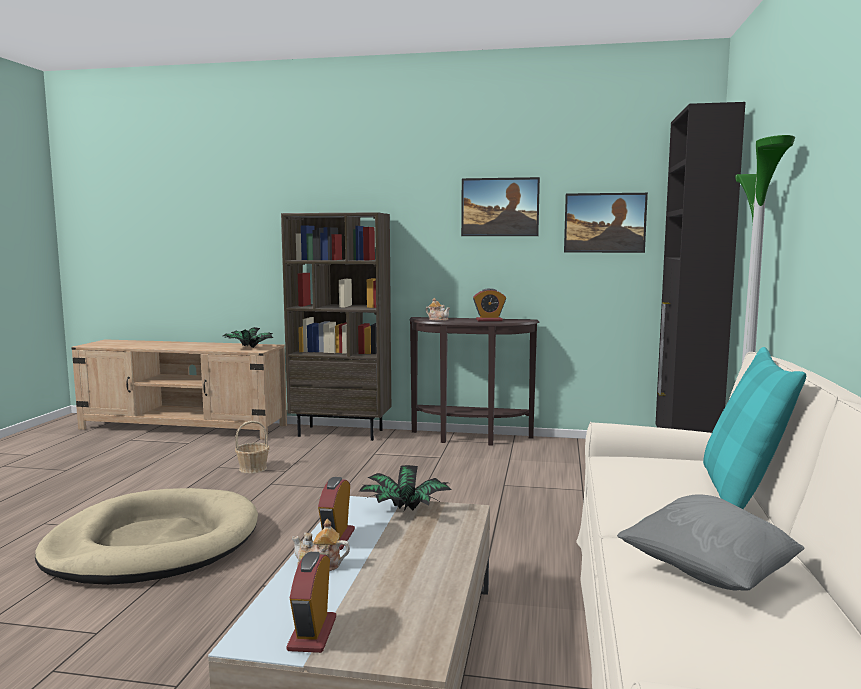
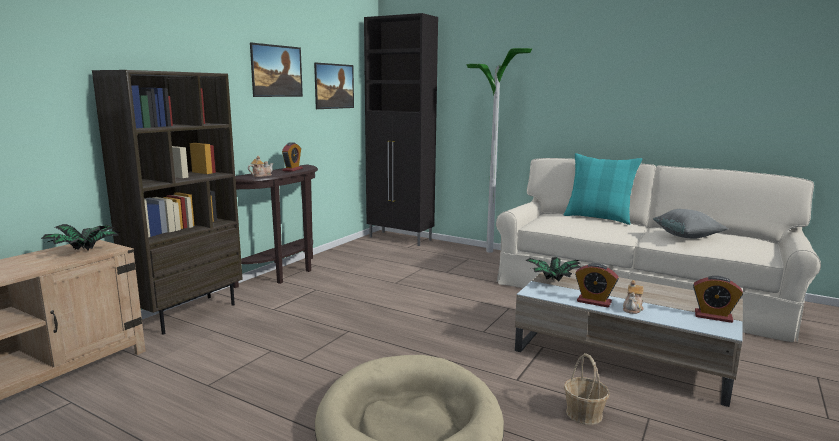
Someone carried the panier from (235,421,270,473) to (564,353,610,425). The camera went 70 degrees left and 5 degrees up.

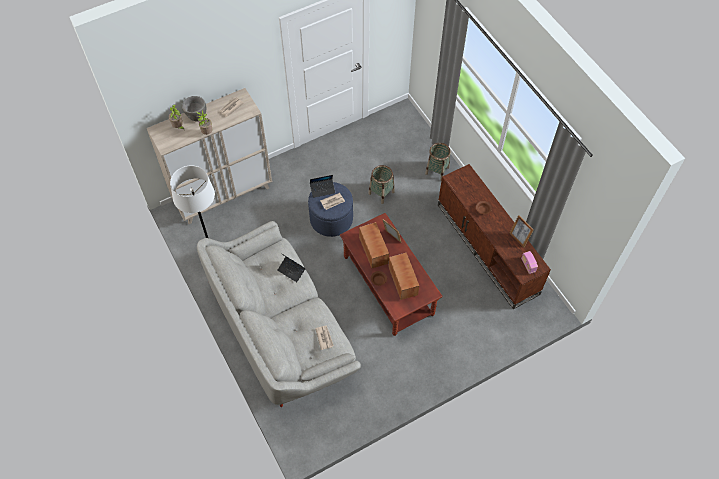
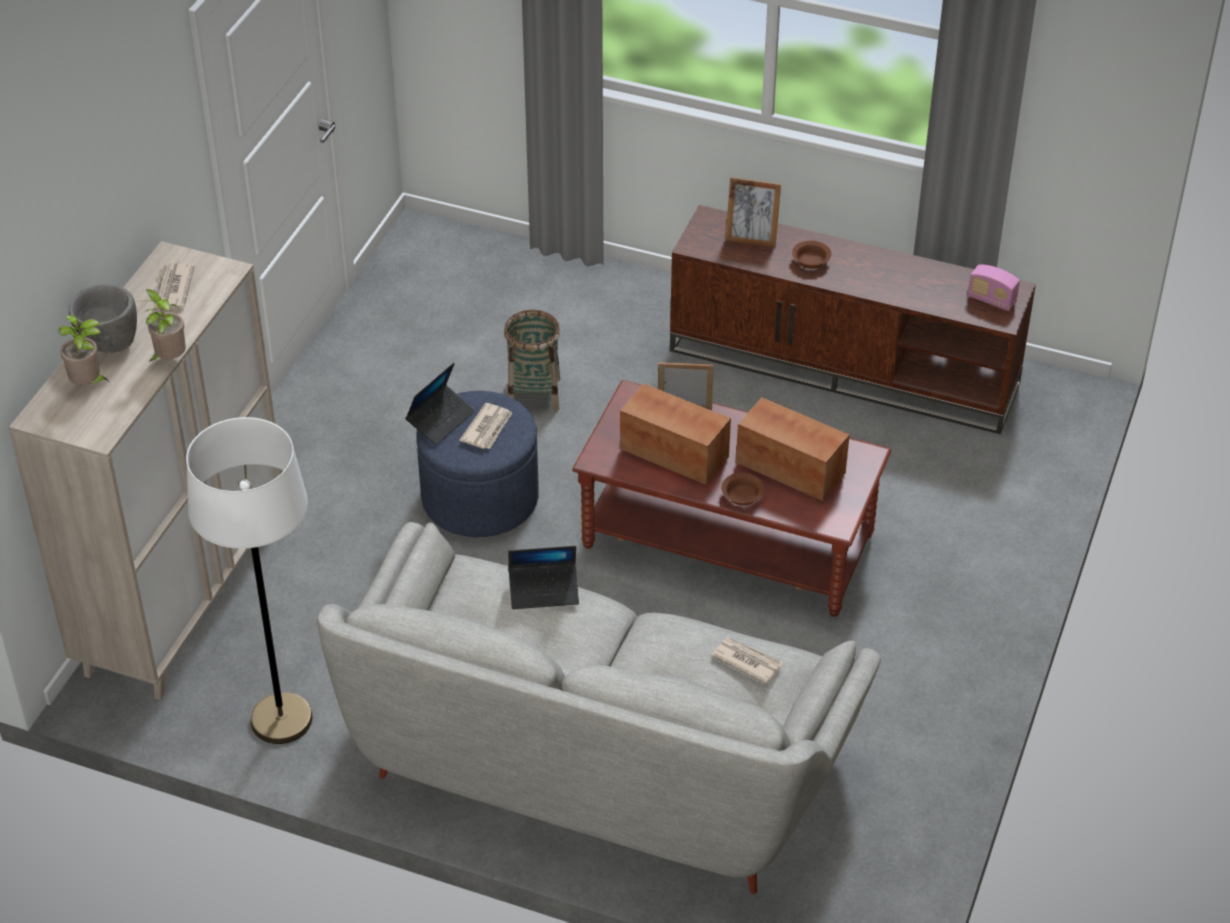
Someone took away the panier at (425,143,451,180). Someone carried the cadre photo from (510,215,534,247) to (725,177,781,247). The camera went 40 degrees left and 15 degrees down.

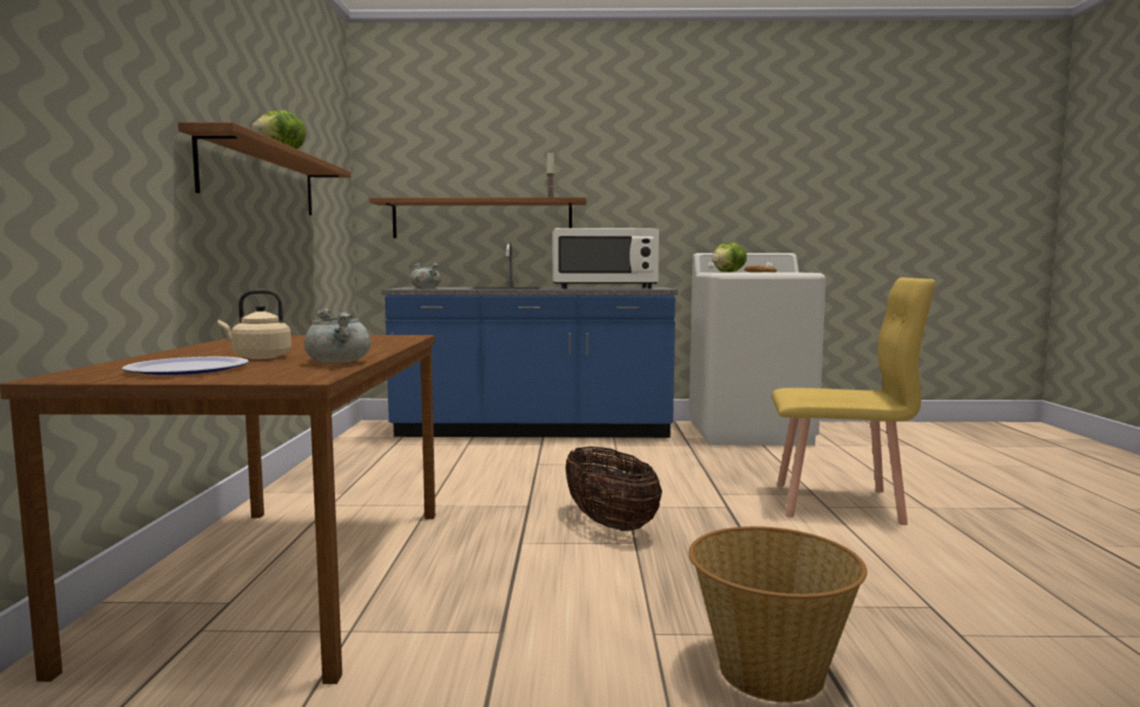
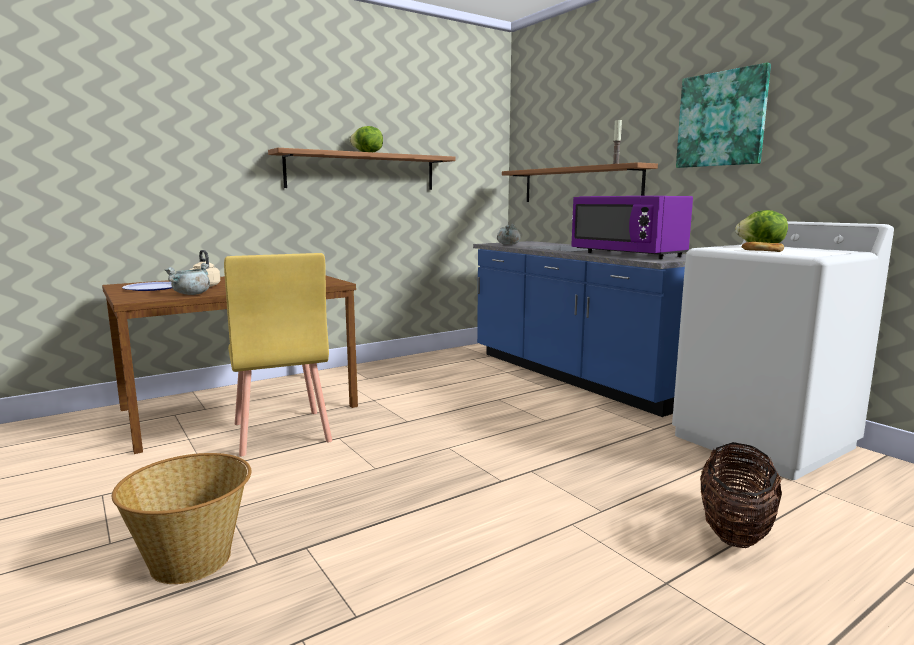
Someone put up the tableau at (676,63,771,168). Someone carried the panier from (566,447,662,531) to (700,442,782,548). Someone carried the chaise/jaune from (771,278,935,525) to (224,253,332,456). Someone repainted the micro-ondes/blanc at (553,228,659,289), which became the micro-ondes/violet at (571,196,693,259). The camera went 55 degrees right and 5 degrees up.

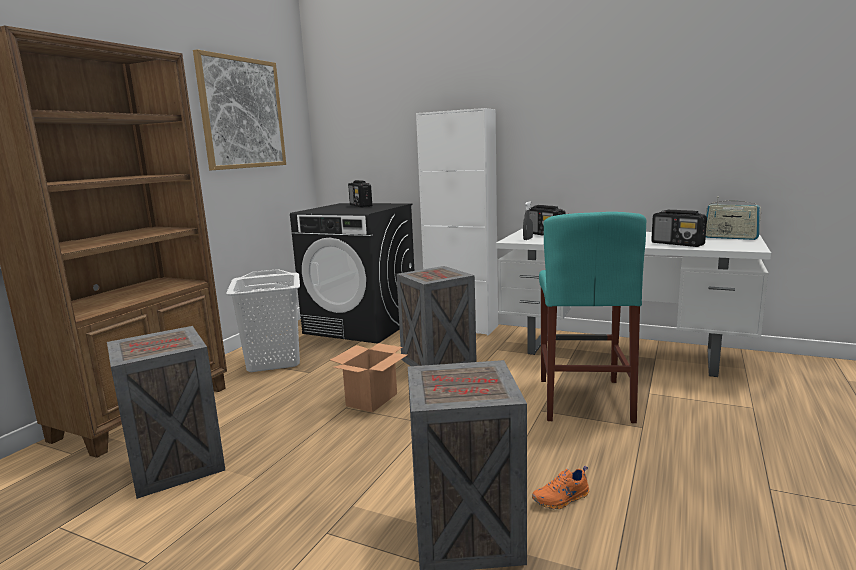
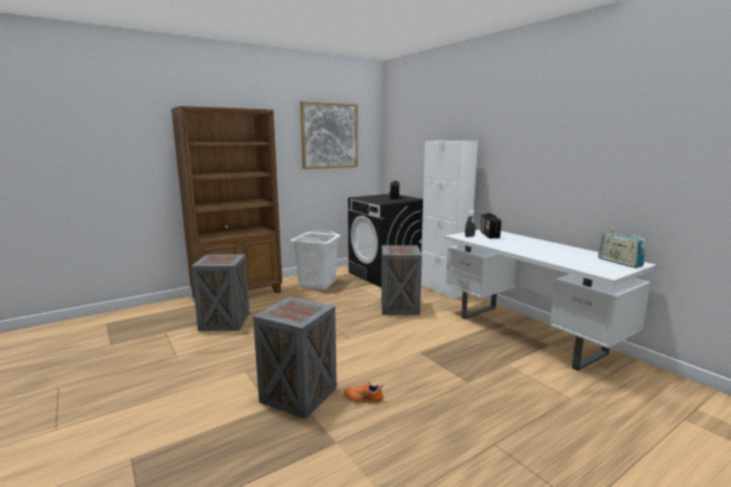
Someone took away the carton at (330,343,407,412). Someone took away the tabouret/turquoise at (539,212,646,423). Someone took away the radio at (651,210,707,247). The camera went 30 degrees right and 0 degrees up.

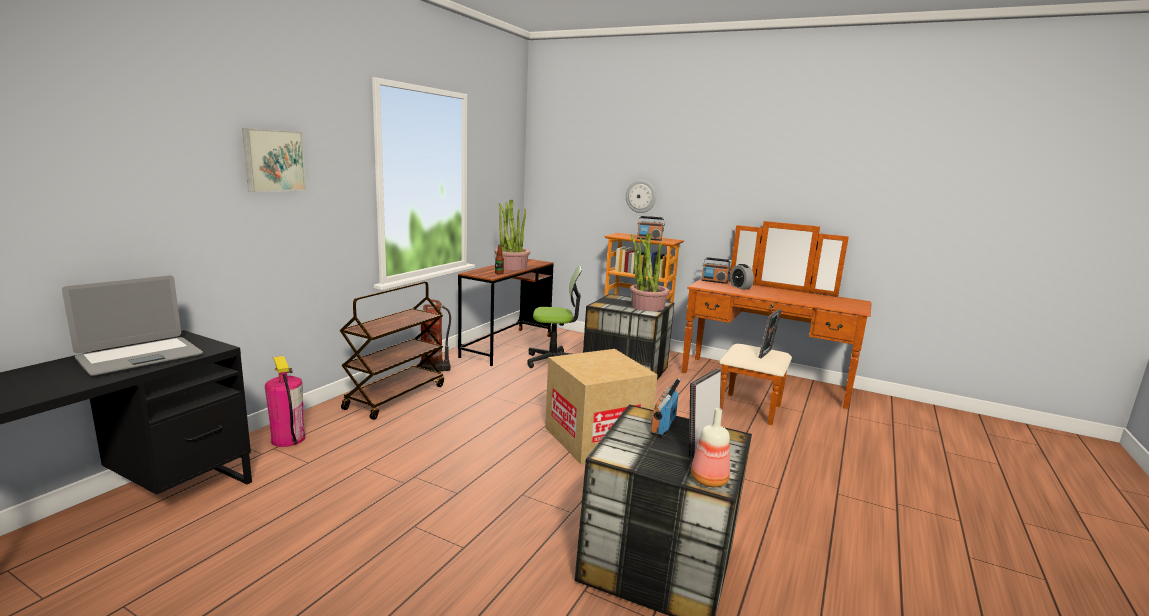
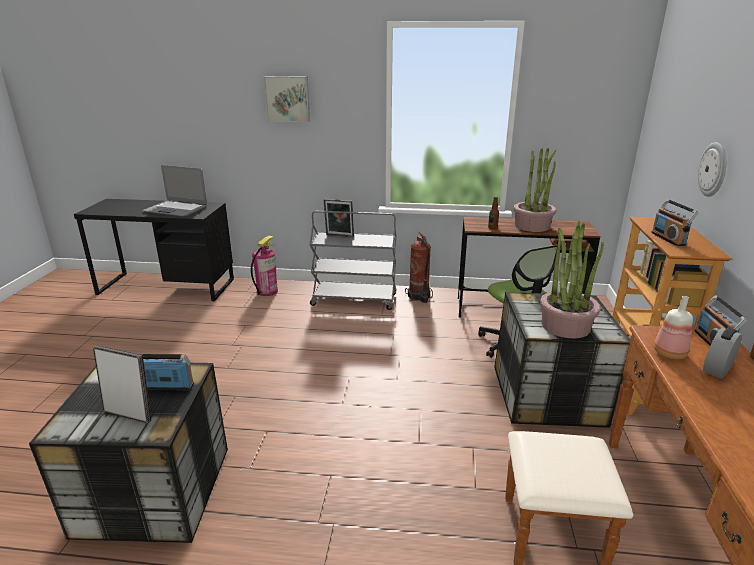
Someone took away the carton at (545,349,658,464). Someone carried the bouteille from (691,408,730,487) to (654,296,693,359). Someone carried the cadre photo from (758,309,782,358) to (324,199,354,237). Someone repainted the chariot/marron at (340,281,444,420), which became the chariot/gris at (309,211,397,310). The camera went 70 degrees right and 10 degrees up.

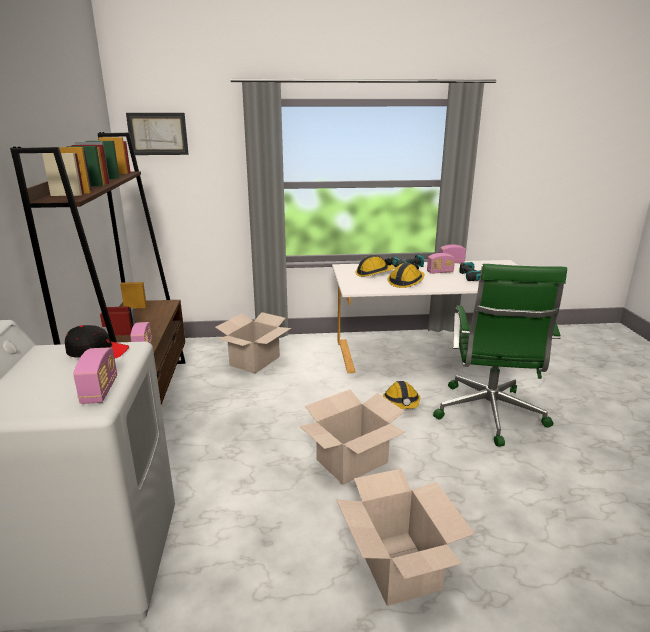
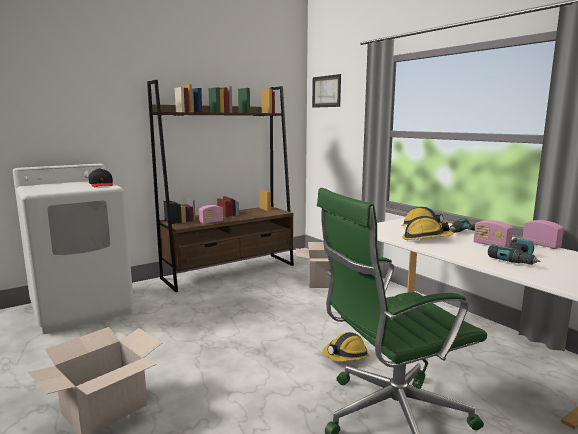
Someone took away the radio at (73,347,117,404). Someone took away the carton at (299,389,405,485). The camera went 60 degrees right and 10 degrees down.

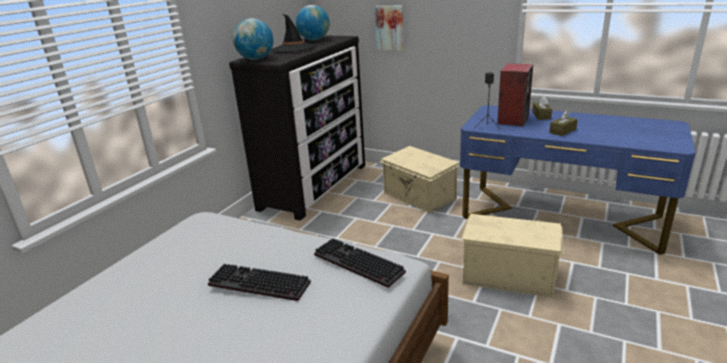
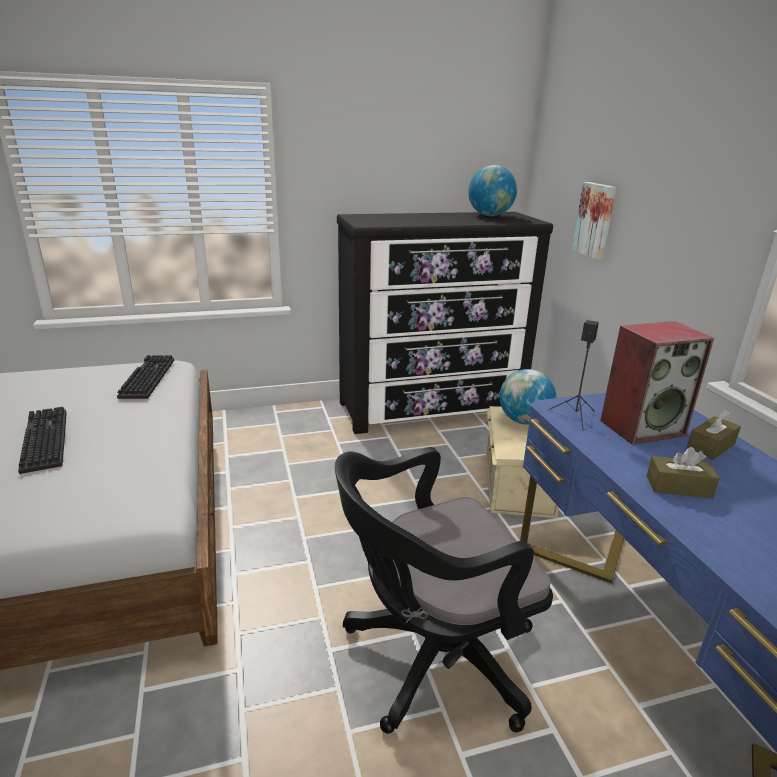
Someone took away the chapeau/noir at (271,14,317,52). Someone carried the globe from (233,18,273,60) to (500,369,556,425). Someone carried the clavier from (314,238,406,288) to (117,355,174,399). Someone swapped the boîte de rangement/beige at (461,214,564,298) for the chaise de bureau/noir at (335,447,553,734). The camera went 45 degrees right and 0 degrees up.

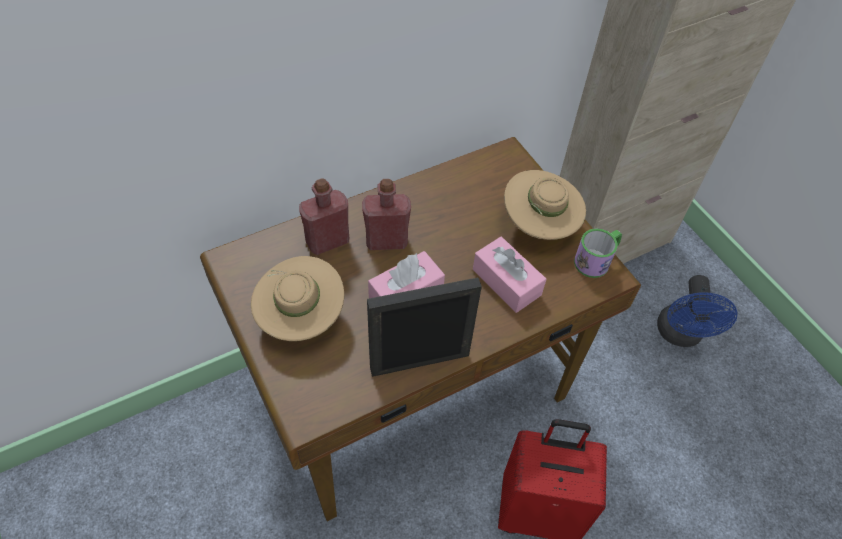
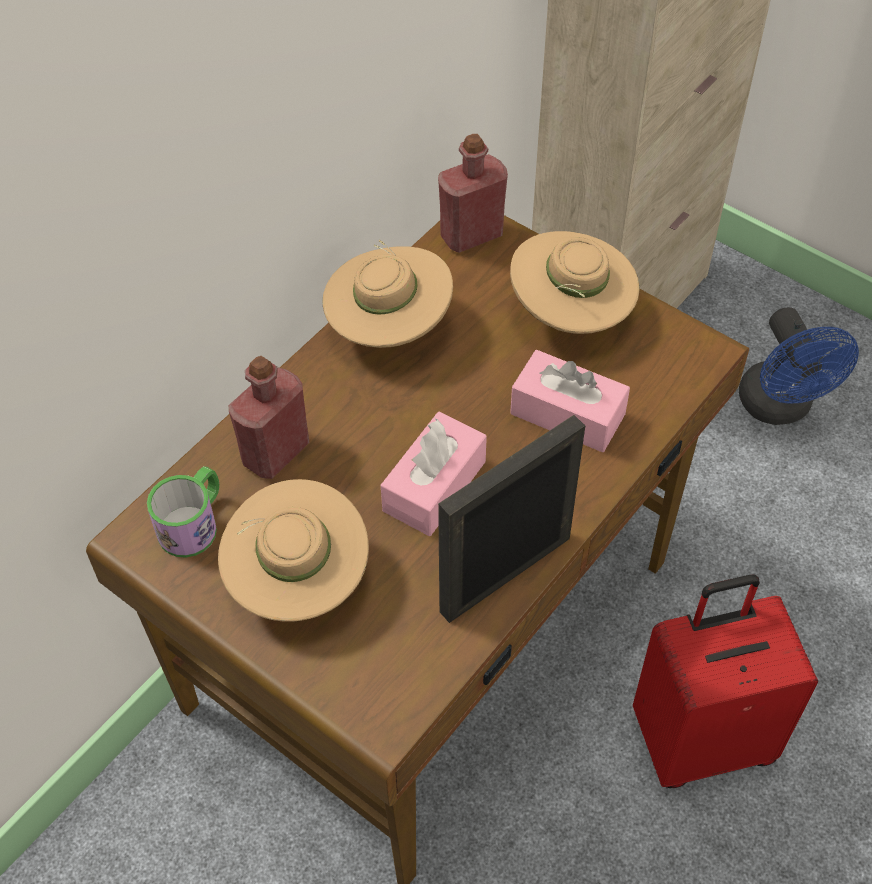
Someone put down the chapeau/beige at (322,240,453,348). Someone carried the bouteille/rouge from (362,179,411,250) to (438,134,508,253). Someone carried the mug from (574,228,622,278) to (147,466,219,558). The camera went 20 degrees left and 0 degrees up.

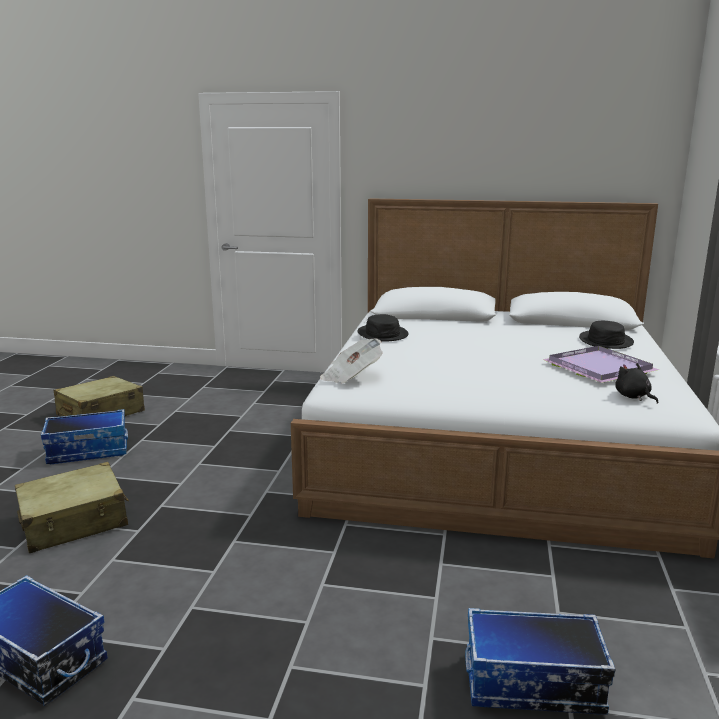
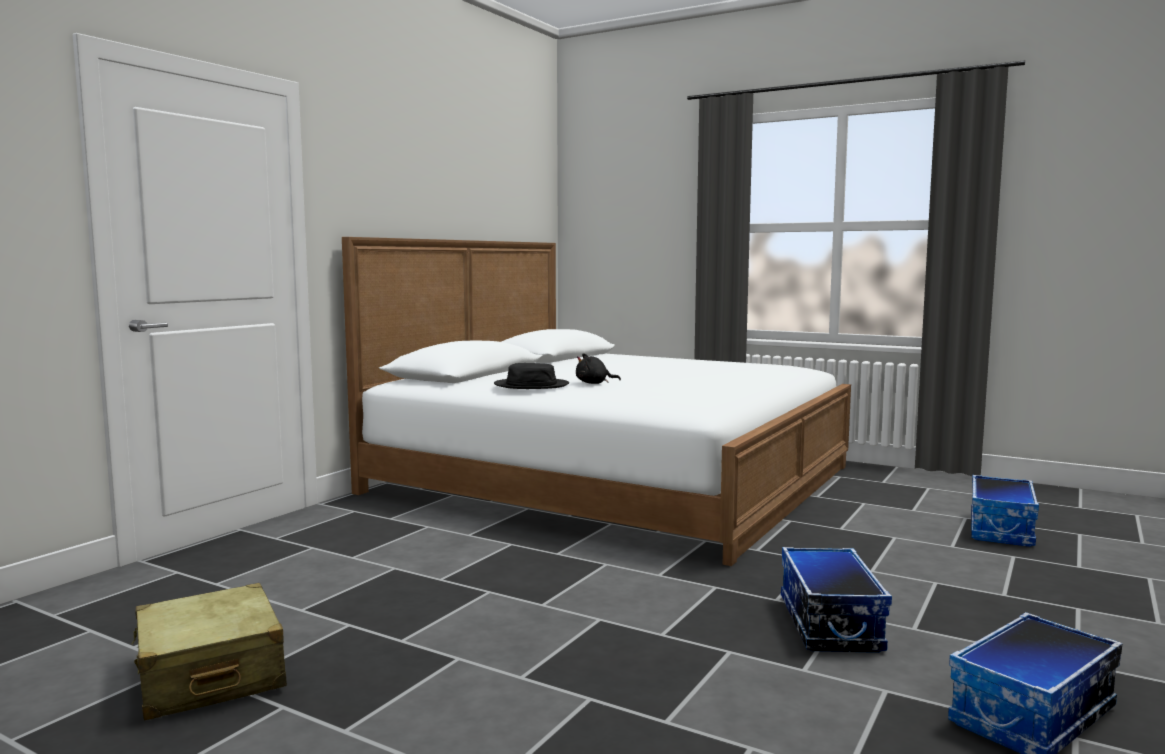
Someone took away the valise/beige at (15,462,129,553). Someone took away the journal at (320,338,383,384). Someone took away the plateau/violet at (542,346,659,383). Someone took away the chapeau/noir at (579,321,634,349). Someone carried the boîte de rangement from (41,409,128,464) to (781,547,892,653). Someone carried the peluche/noir from (615,363,658,404) to (576,353,621,384). The camera went 70 degrees left and 10 degrees down.

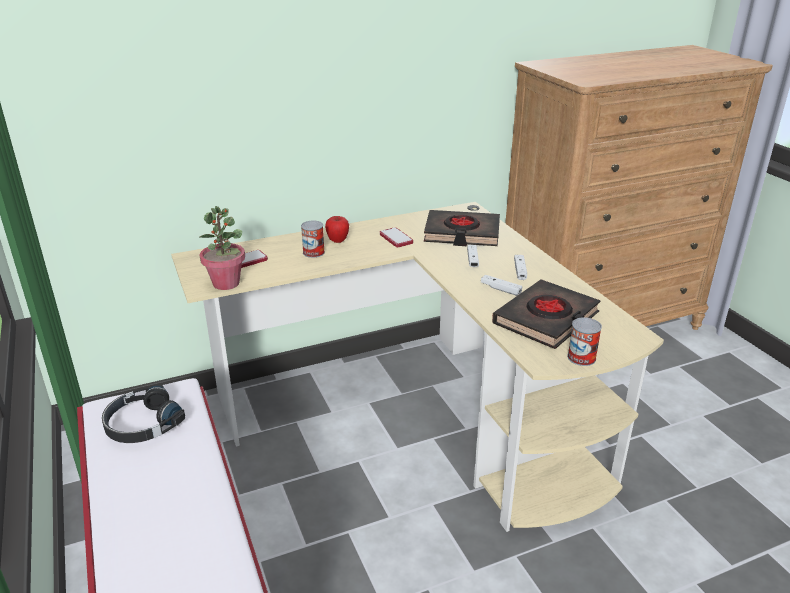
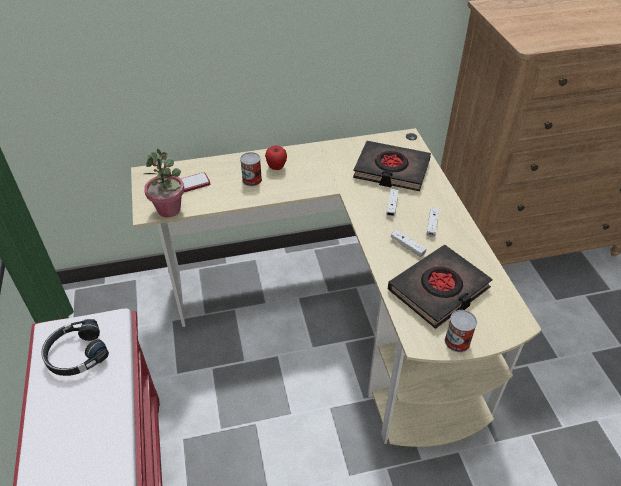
Someone took away the téléphone at (380,227,413,247). The camera went 10 degrees right and 15 degrees up.

